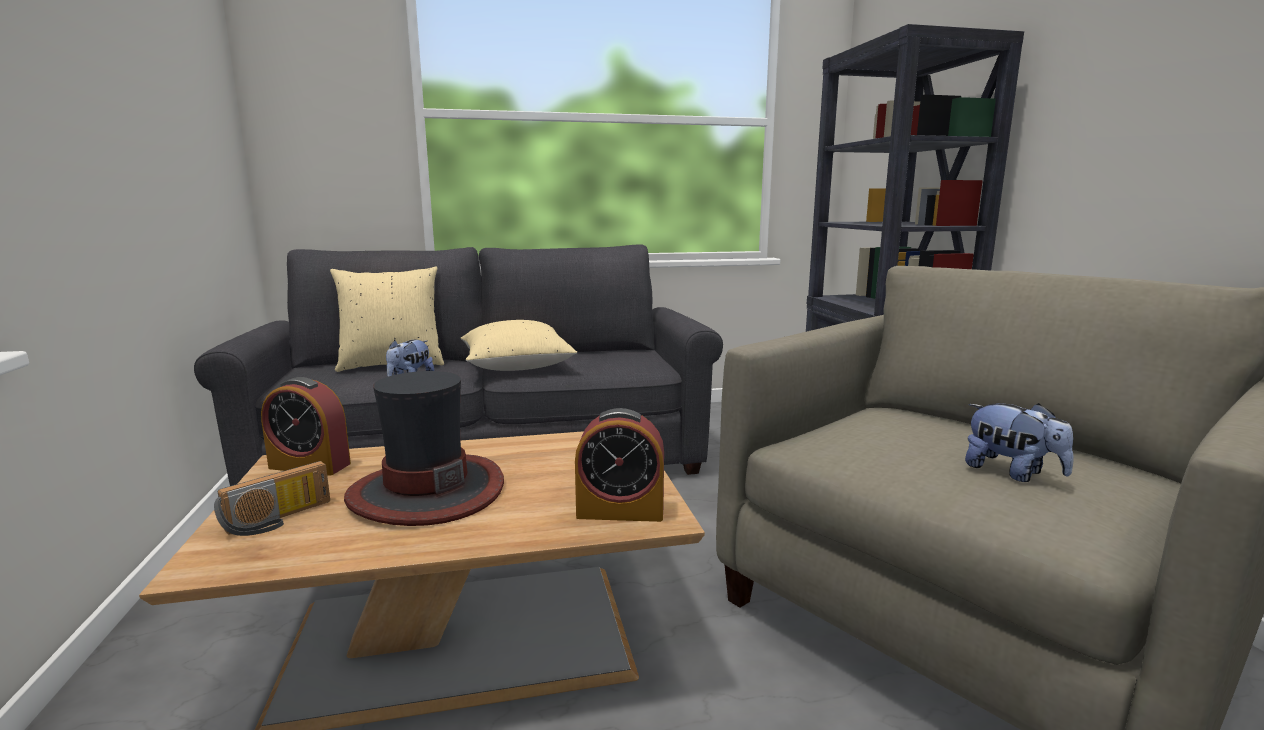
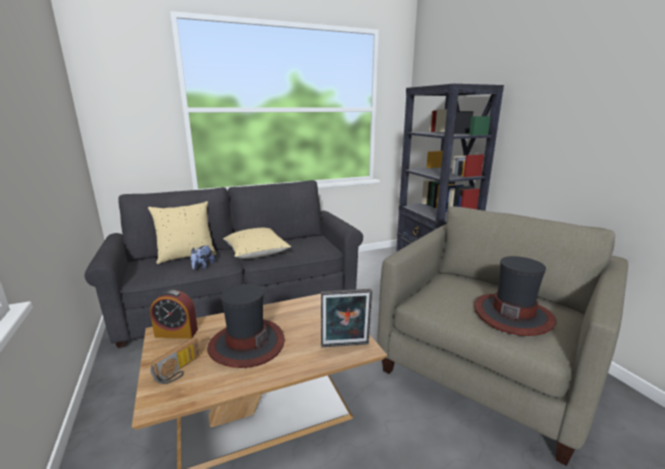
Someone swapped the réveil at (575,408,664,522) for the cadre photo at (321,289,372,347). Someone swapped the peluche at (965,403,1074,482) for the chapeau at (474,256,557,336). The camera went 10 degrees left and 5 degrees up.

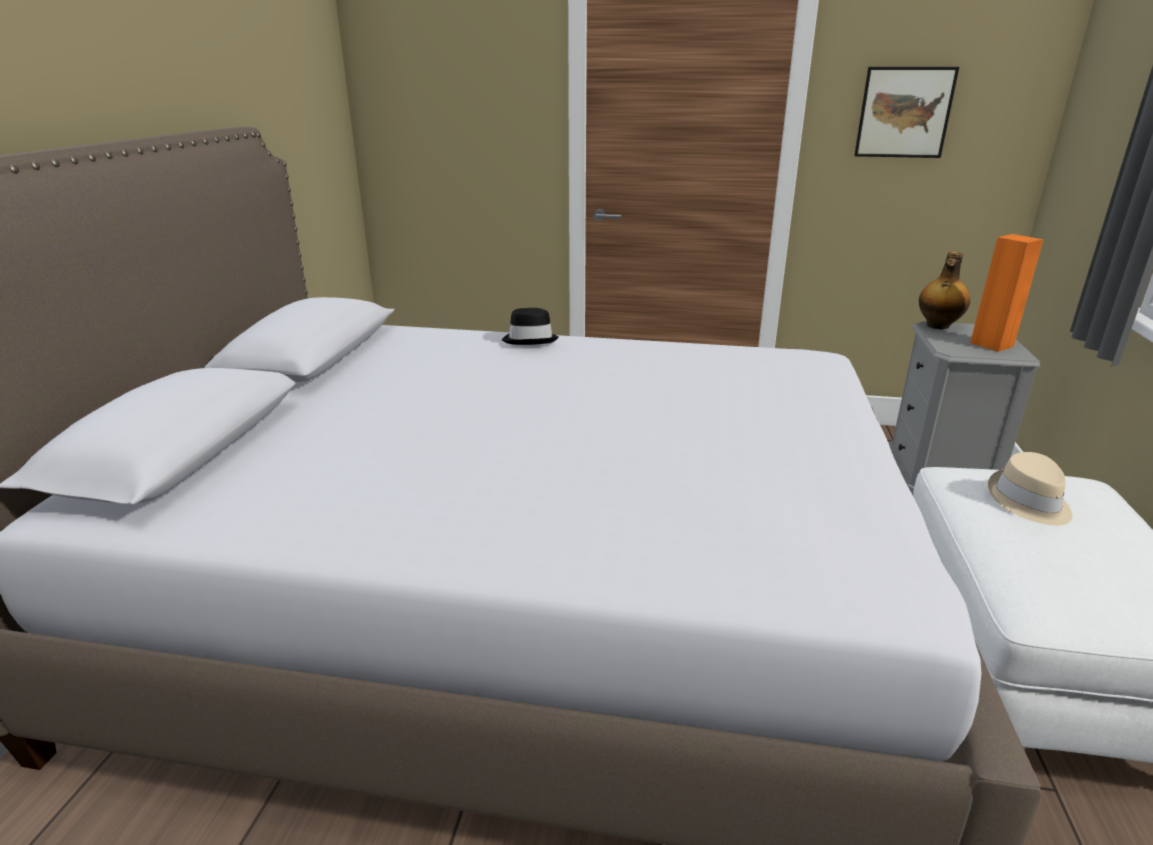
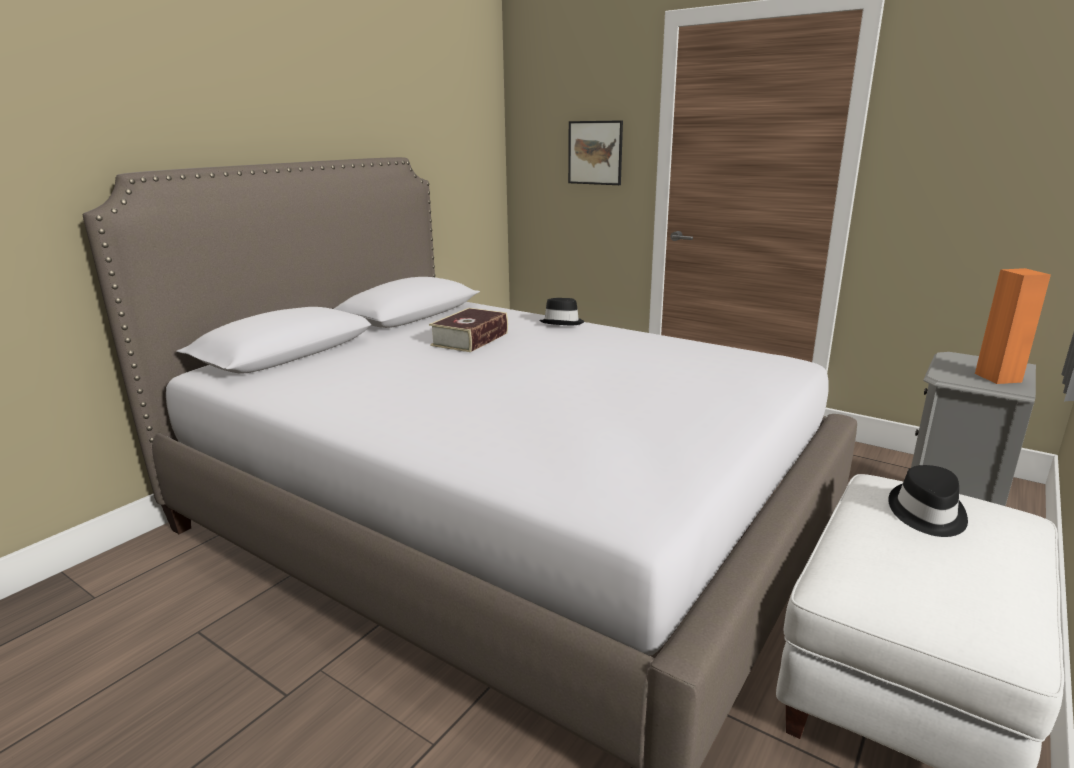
Someone took away the bouteille at (919,252,970,329). Someone put down the livre at (429,308,508,352). Someone carried the tableau from (854,67,959,158) to (568,120,623,185). Someone repainted the chapeau/beige at (988,452,1072,526), which became the chapeau/noir at (888,465,968,537). The camera went 25 degrees right and 5 degrees down.

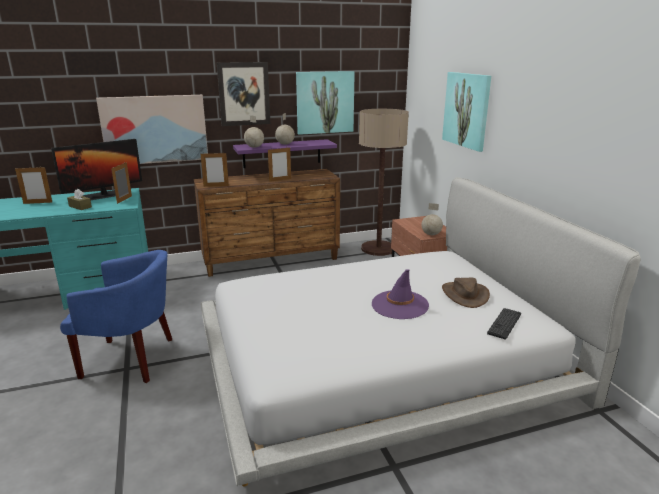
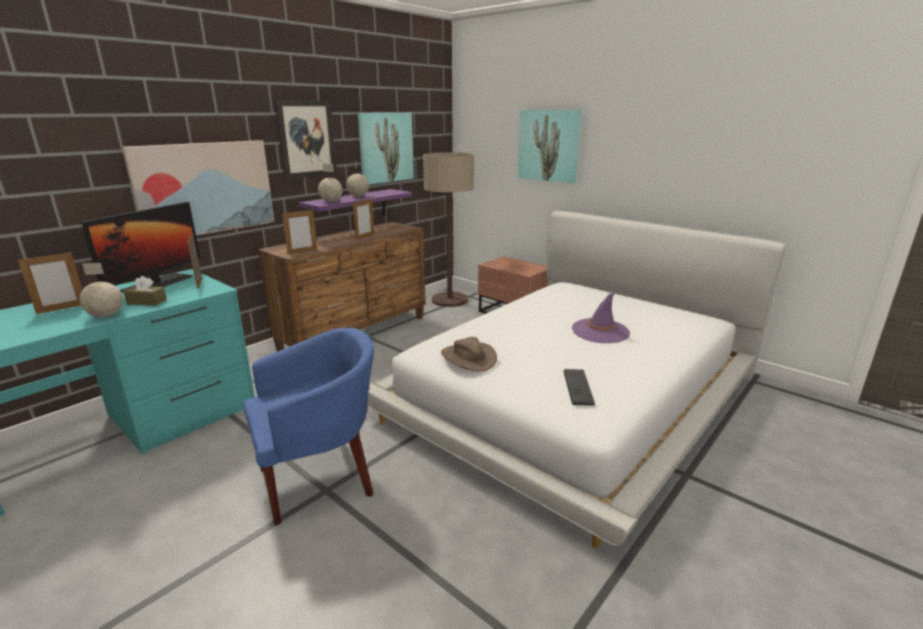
Someone carried the globe from (422,203,443,235) to (79,263,123,317). Someone carried the chapeau/marron from (442,278,490,308) to (441,337,497,371). Someone carried the clavier from (487,308,521,339) to (564,369,595,406). The camera went 30 degrees left and 0 degrees up.

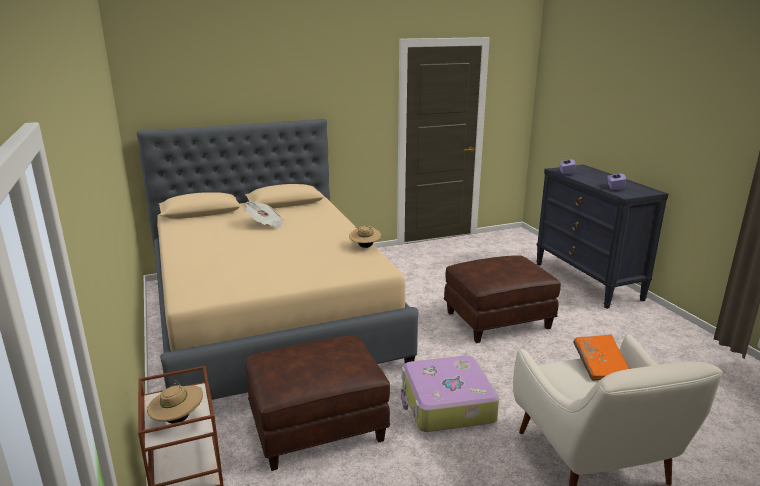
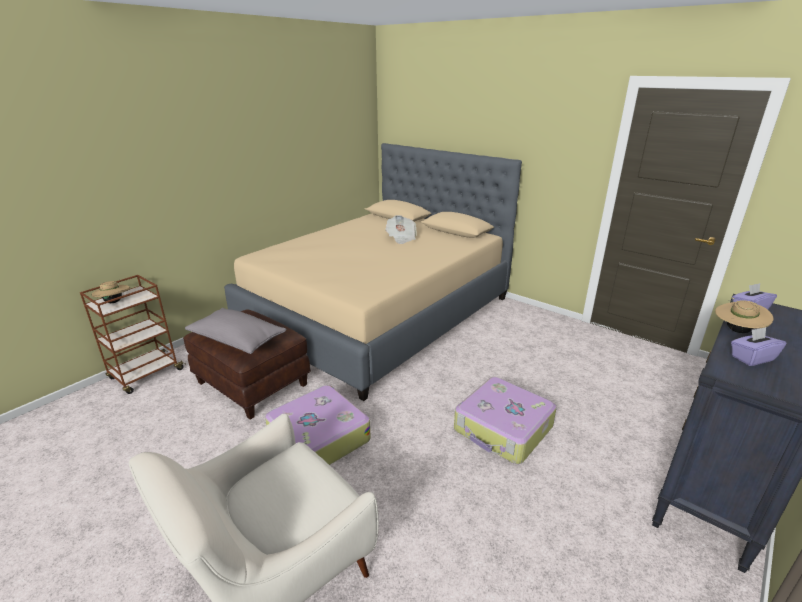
Someone took away the livre/orange at (573,335,630,381). Someone put down the coussin/gris at (185,308,286,354). Someone carried the chapeau/beige from (349,226,381,248) to (715,297,773,333). Someone swapped the pouf/marron at (444,255,561,343) for the valise at (454,377,557,464). The camera went 60 degrees right and 5 degrees up.

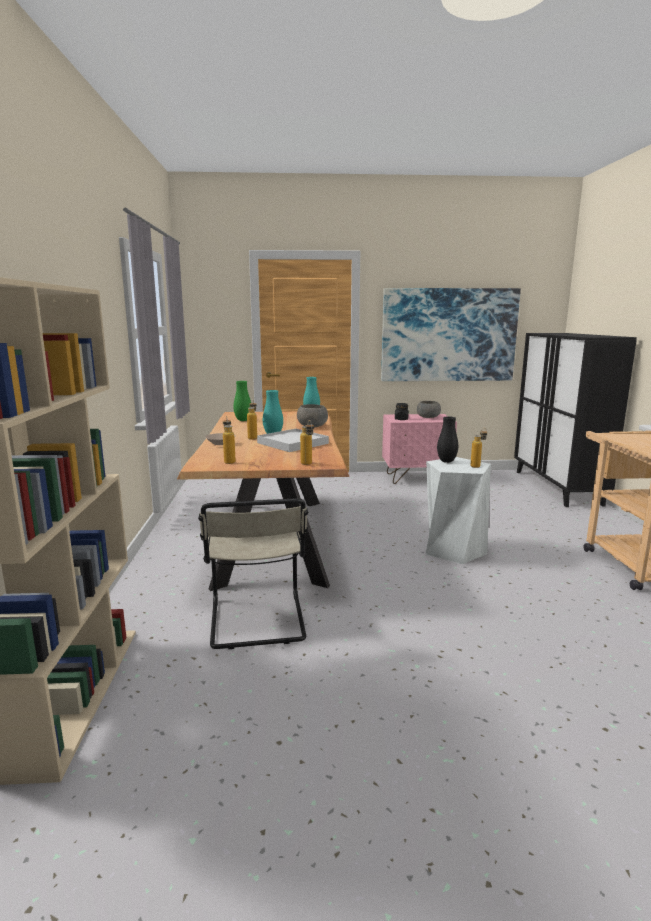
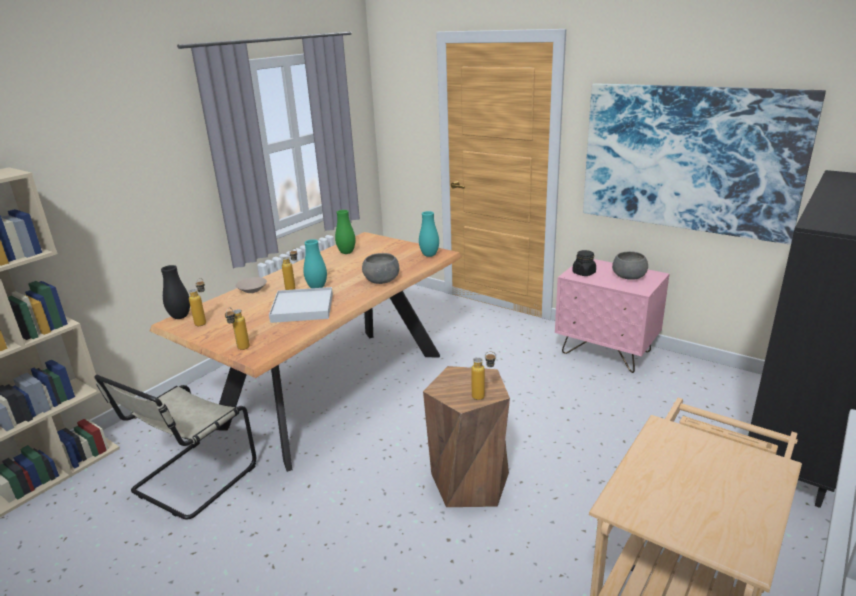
Someone carried the vase/noir from (437,416,458,463) to (161,265,190,319). Someone repainted the tabouret/blanc at (425,457,491,564), which became the tabouret/marron at (423,366,510,507). The camera went 40 degrees right and 10 degrees up.

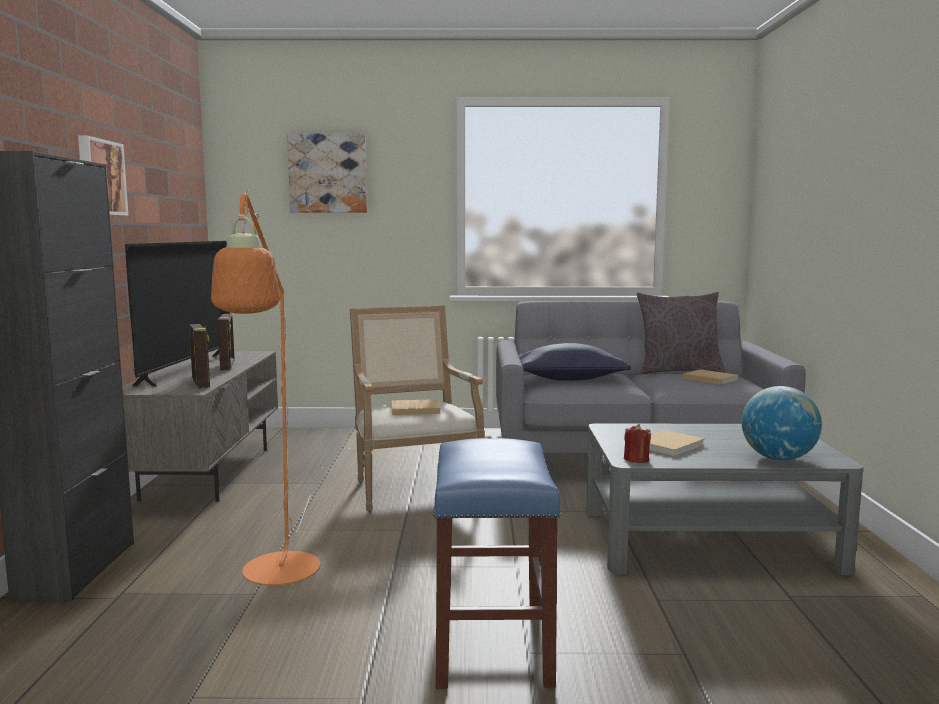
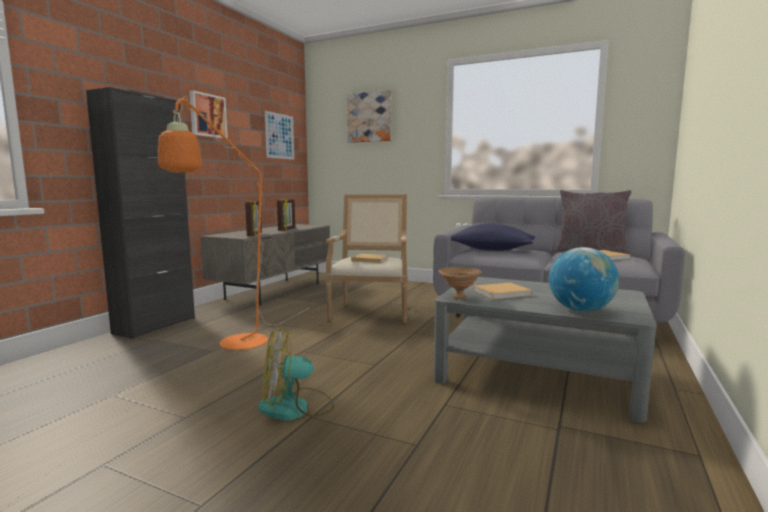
Someone took away the téléviseur at (125,241,230,386). Someone put up the tableau at (265,111,294,160). Someone swapped the tabouret/bleu at (433,438,561,689) for the ventilateur at (258,328,334,421). Someone swapped the bougie/rouge at (624,424,651,463) for the bol/marron at (438,267,482,299). The camera went 25 degrees right and 0 degrees up.

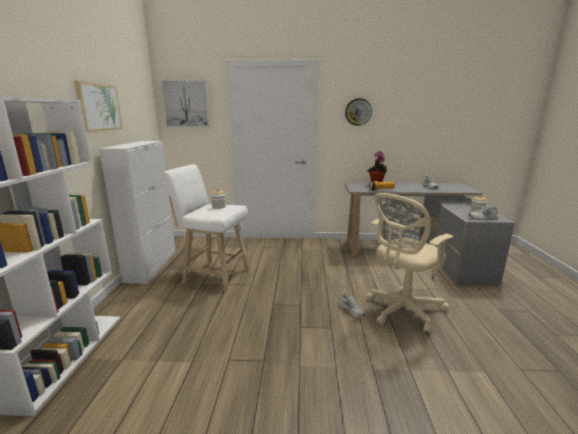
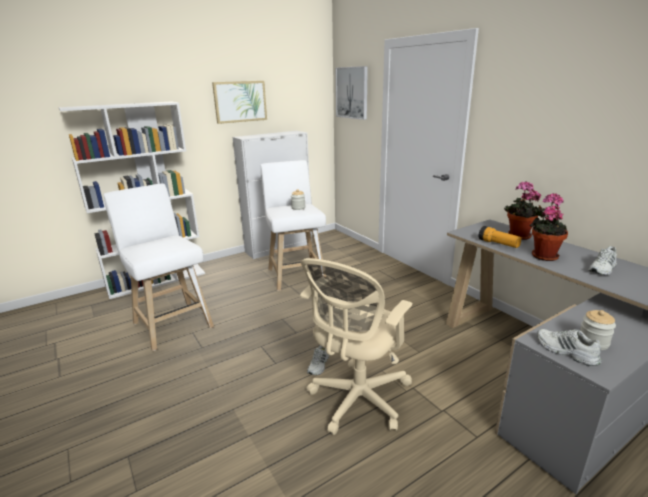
Someone took away the horloge murale at (345,98,372,126). Someone put down the tabouret/blanc at (103,183,214,351). Someone put down the plante en pot at (530,193,568,261). Someone rotated the chaise de bureau/beige at (366,193,453,333) by 75 degrees counterclockwise. The camera went 55 degrees right and 5 degrees up.

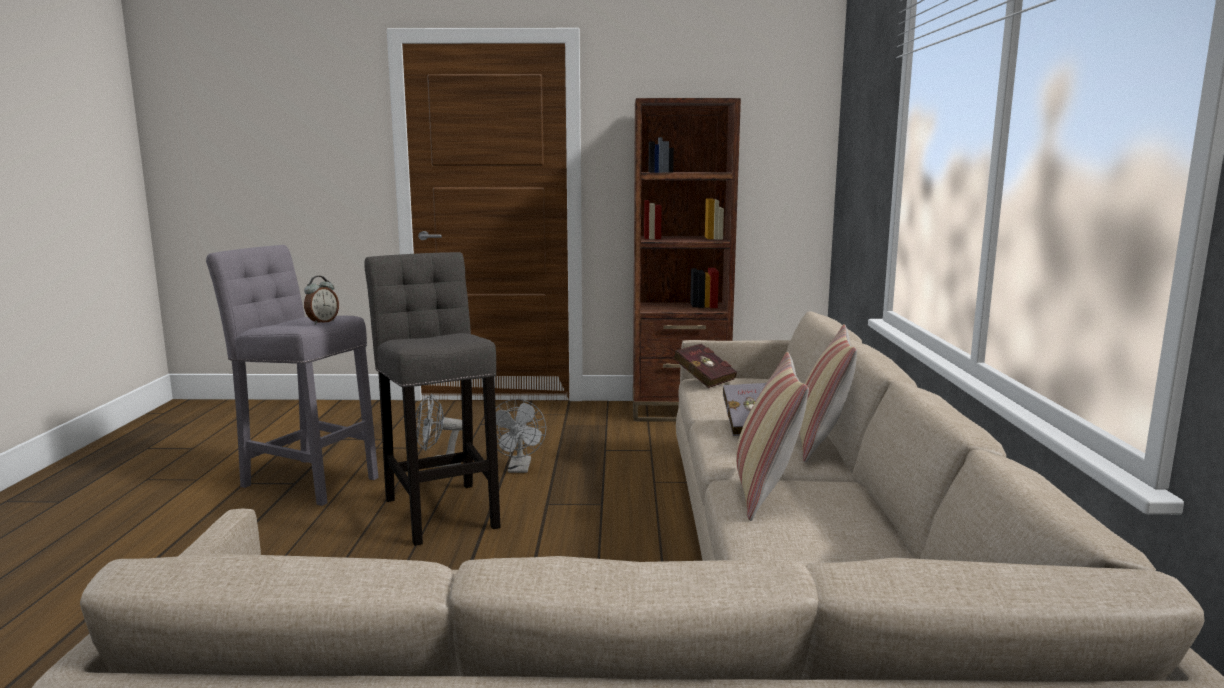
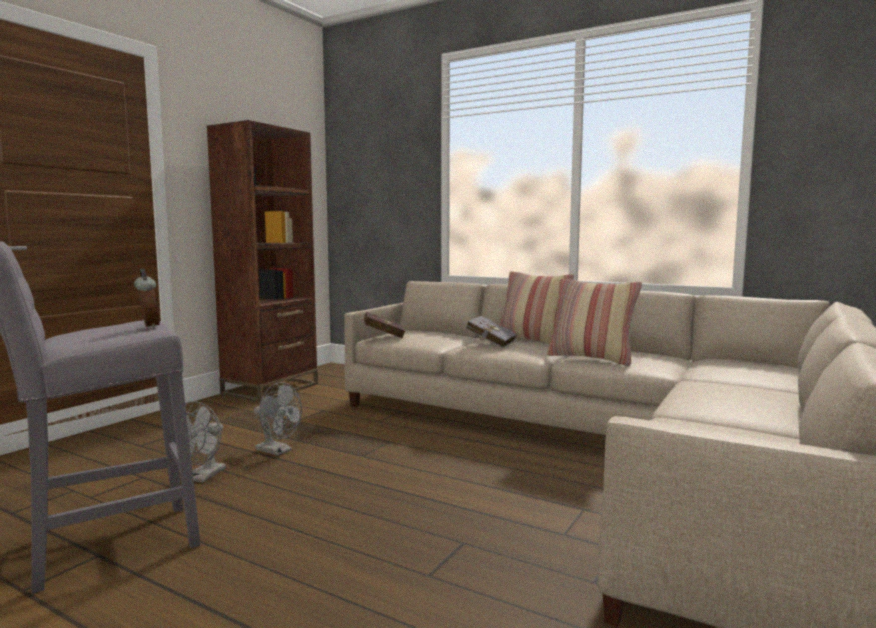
Someone took away the tabouret/gris at (364,252,500,546). The camera went 60 degrees left and 5 degrees down.

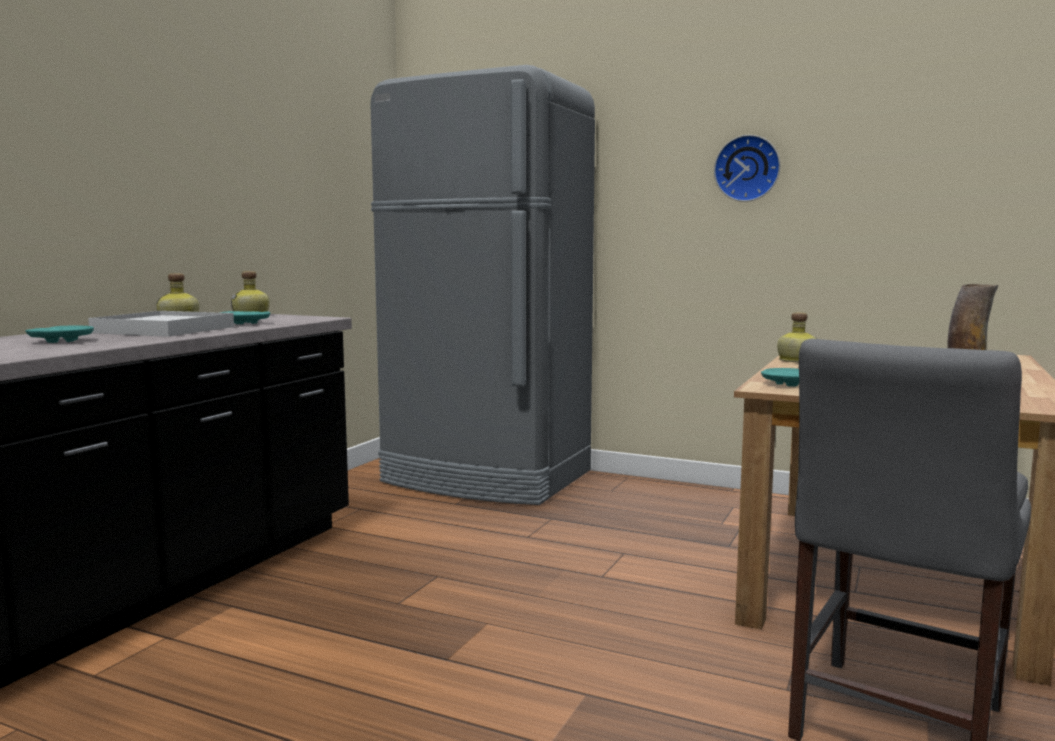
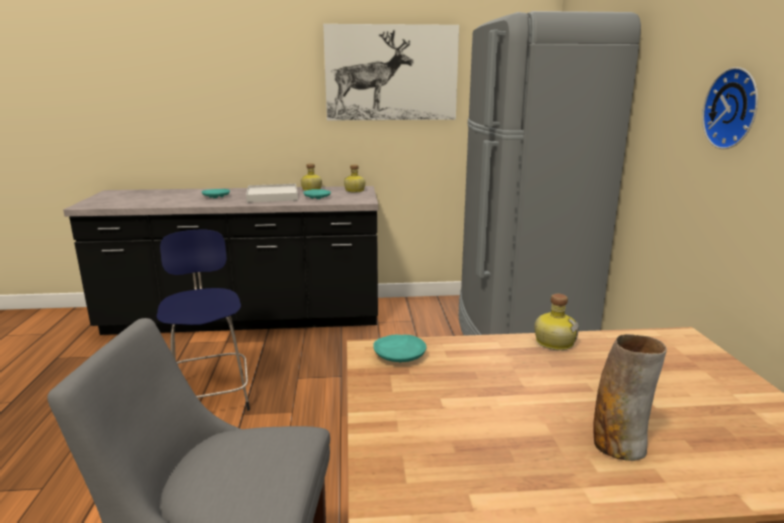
Someone put down the tabouret/bleu at (157,230,250,411). Someone put up the tableau at (323,24,459,120). The camera went 60 degrees right and 10 degrees up.

